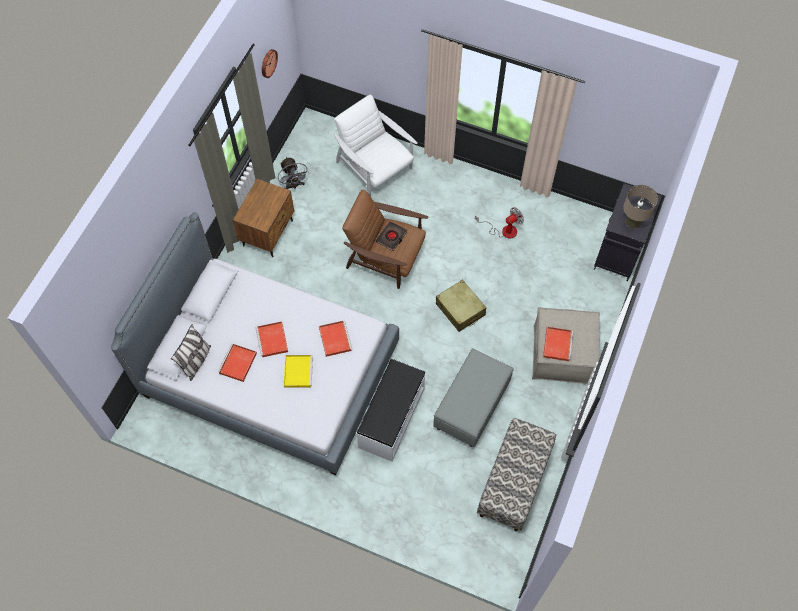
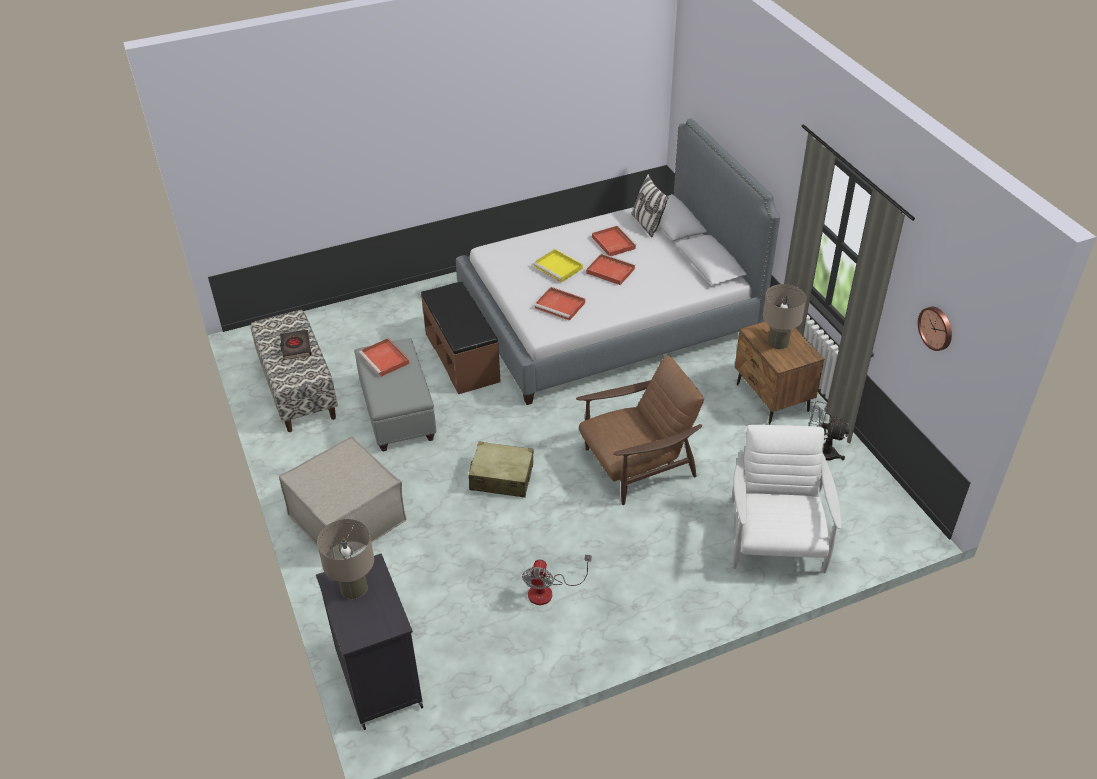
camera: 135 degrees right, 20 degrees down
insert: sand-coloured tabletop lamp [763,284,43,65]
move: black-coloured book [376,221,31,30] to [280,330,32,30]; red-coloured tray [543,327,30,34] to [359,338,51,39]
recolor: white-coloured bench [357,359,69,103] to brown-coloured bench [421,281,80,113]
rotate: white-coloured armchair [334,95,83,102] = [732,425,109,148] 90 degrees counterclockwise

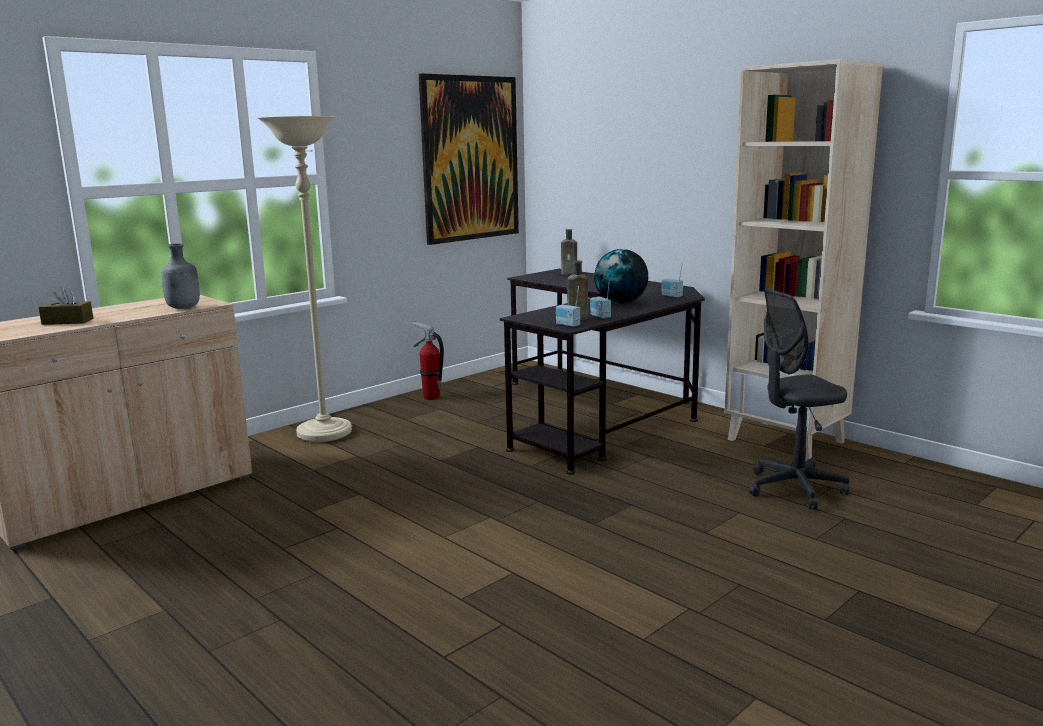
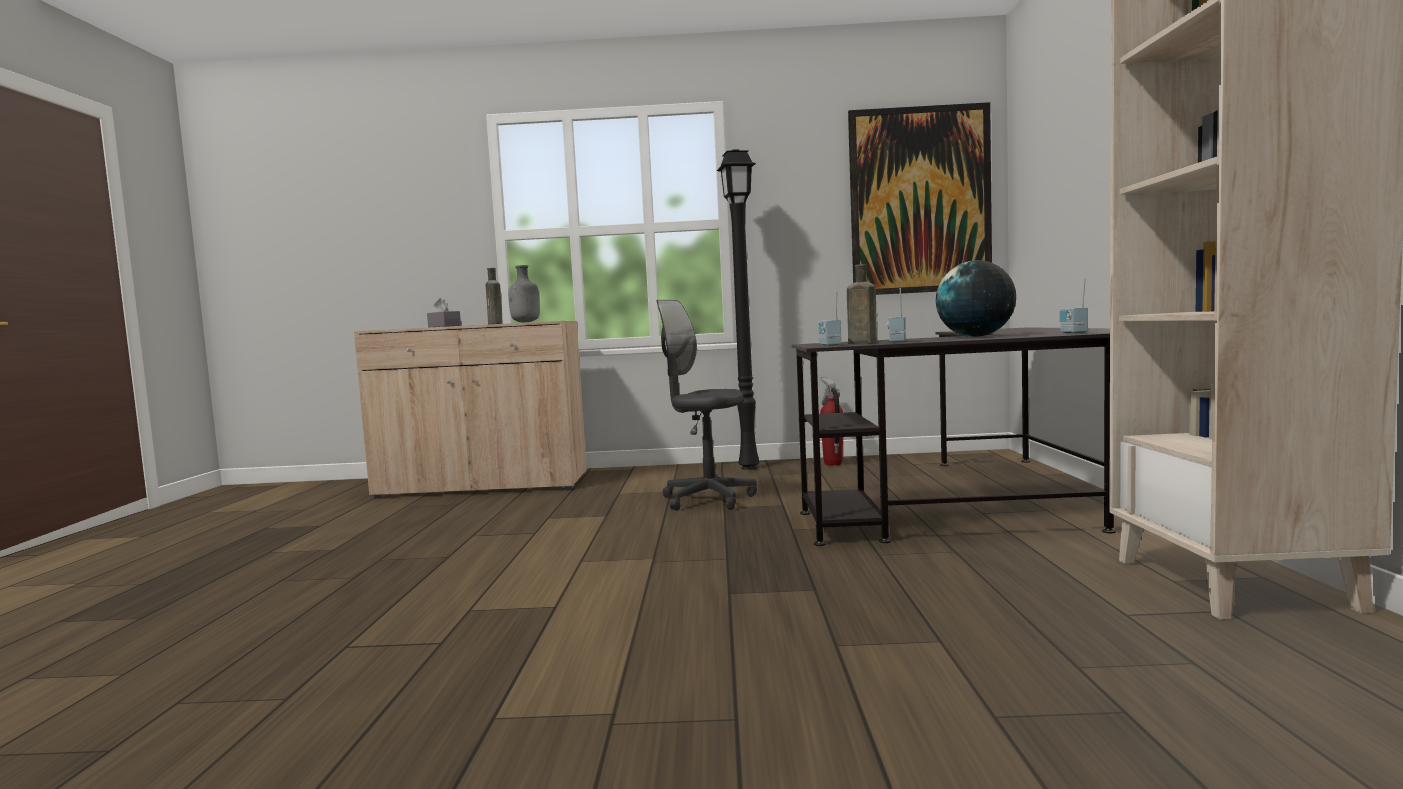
camera: 45 degrees right, 10 degrees down
delete: sand-coloured standard lamp [257,116,95,326]
insert: black-coloured standard lamp [717,150,43,320]
move: brown-coloured beverage bottle [561,229,16,46] to [486,268,17,56]; grey office chair [749,288,101,221] to [657,300,100,211]
recolor: brown-coloured tissue box [38,287,55,38] to grey tissue box [427,298,34,29]

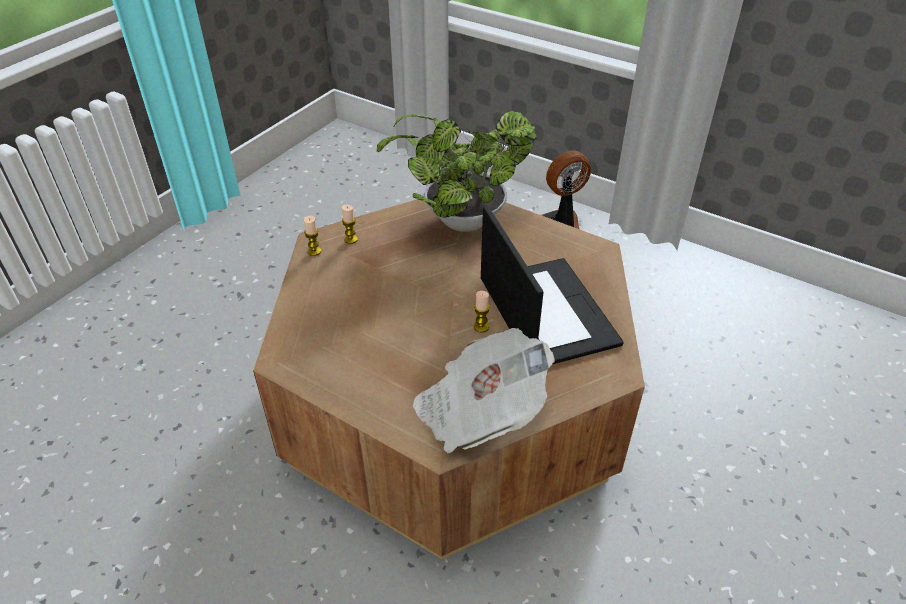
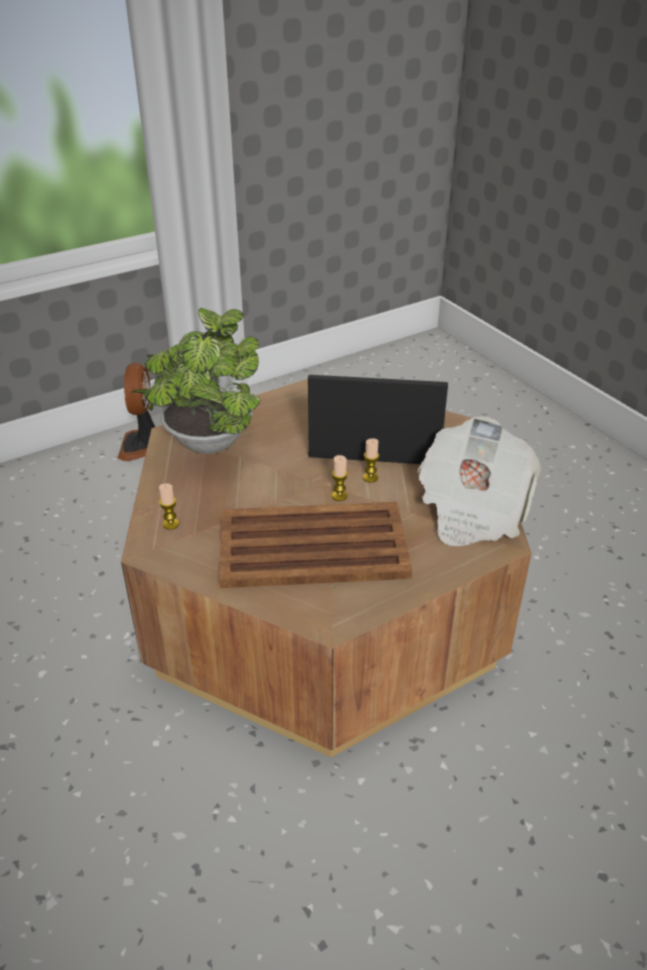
camera: 65 degrees left, 5 degrees down
insert: brown-coloured tray [219,502,193,86]
move: wax candle [304,216,17,40] to [332,455,16,46]

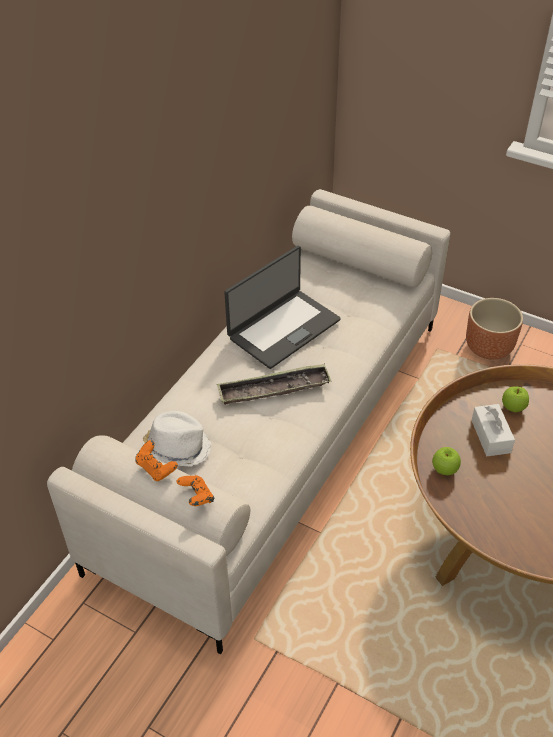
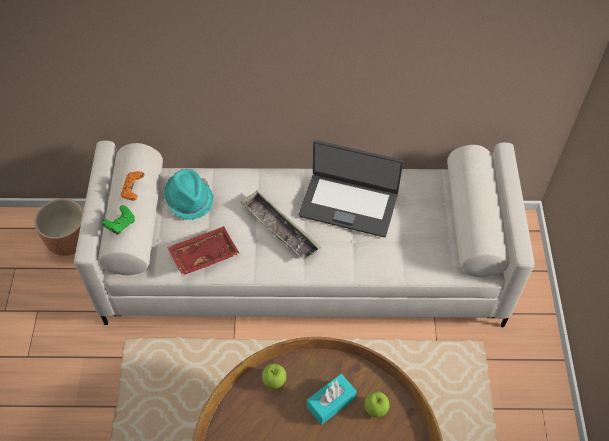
camera: 60 degrees right, 10 degrees up
insert: red-coloured tray [167,226,73,50]
move: brown-coloured flower pot [466,298,57,62] to [34,198,50,58]
recolor: white-coloured tissue box [471,404,44,52] to blue-green tissue box [307,374,49,51]; white-coloured hat [142,411,70,55] to blue-green hat [164,169,50,51]; orange-coloured gamepad [177,475,37,31] to green gamepad [101,205,34,30]

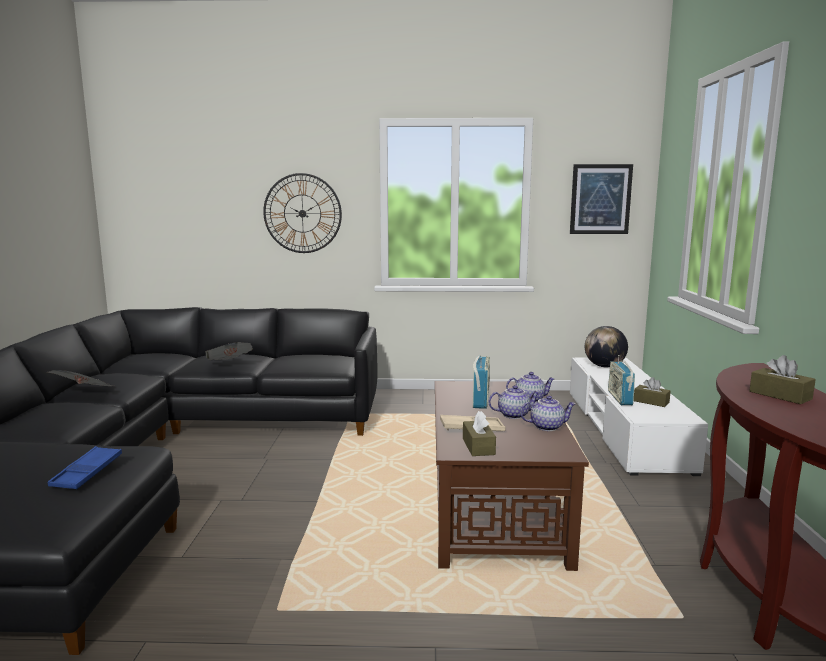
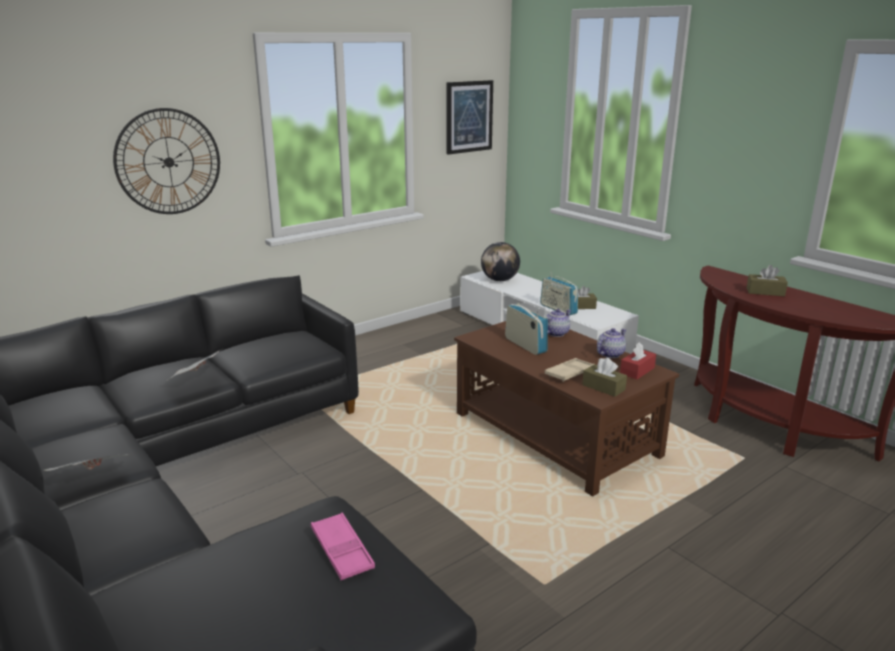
camera: 40 degrees left, 10 degrees up
delete: pot for tea [488,385,52,34]
insert: red-coloured tissue box [620,342,36,37]
recolor: blue tray [48,446,74,43] to pink-coloured tray [311,512,64,68]

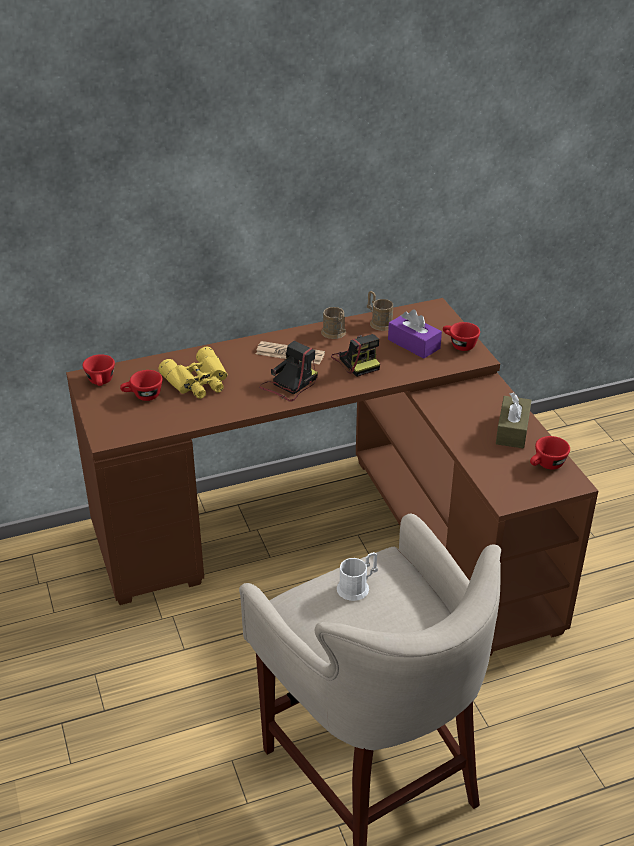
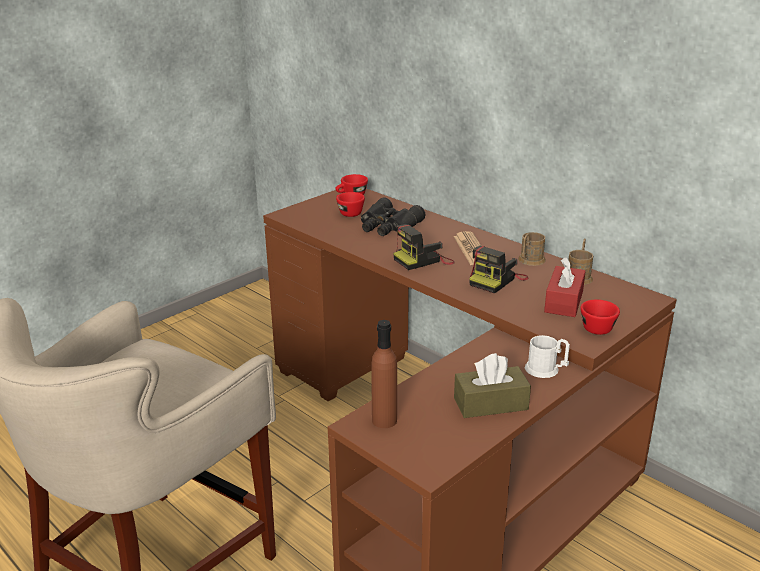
camera: 65 degrees right, 10 degrees down
delete: red-coloured small cup [530,436,40,34]
insert: brown-coloured beverage bottle [371,320,26,108]
move: white-coloured tea mug [337,552,41,49] to [525,335,45,43]
recolor: purplish tissue box [388,309,54,49] to red-coloured tissue box [544,257,42,60]; yellow-coloured binoculars [159,347,69,52] to black-coloured binoculars [361,197,64,39]
rotate: photo camera [259,341,59,61] = [393,224,62,46] 135 degrees clockwise

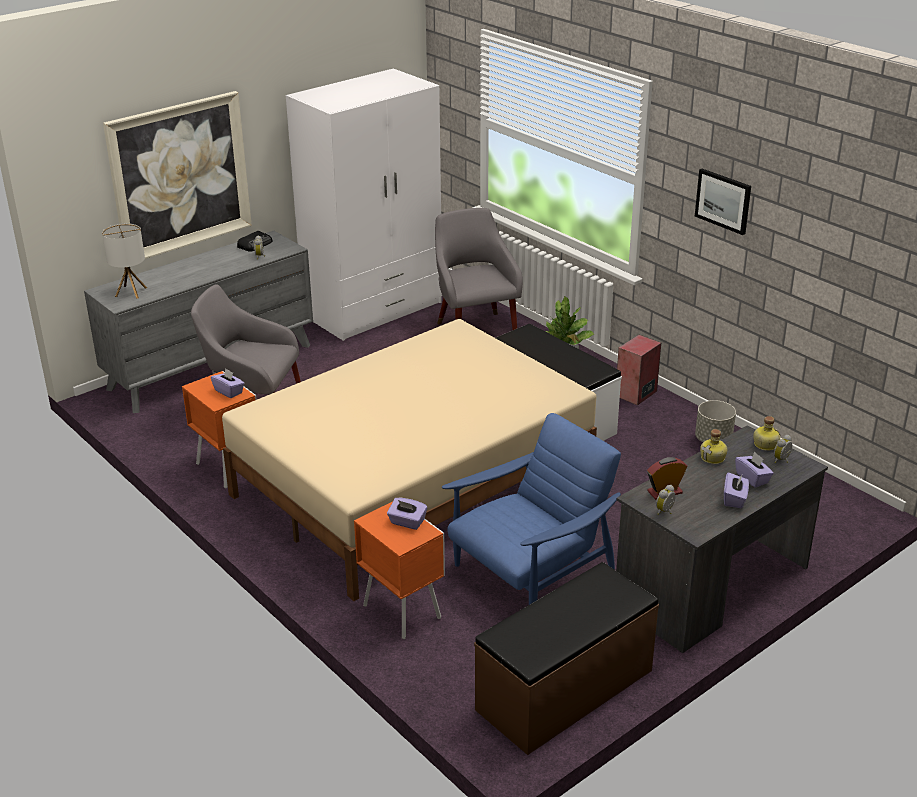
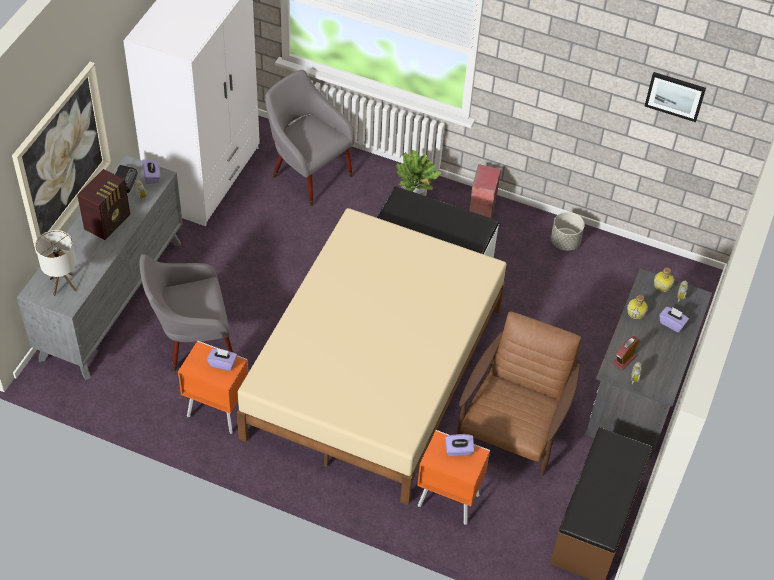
camera: 30 degrees left, 20 degrees up
insert: radio set [77,169,53,71]
move: picture [695,169,56,66] to [645,72,61,50]; purplish tissue box [724,472,25,36] to [142,159,18,25]
recolor: blue armchair [442,413,179,192] to brown-coloured armchair [457,311,124,165]

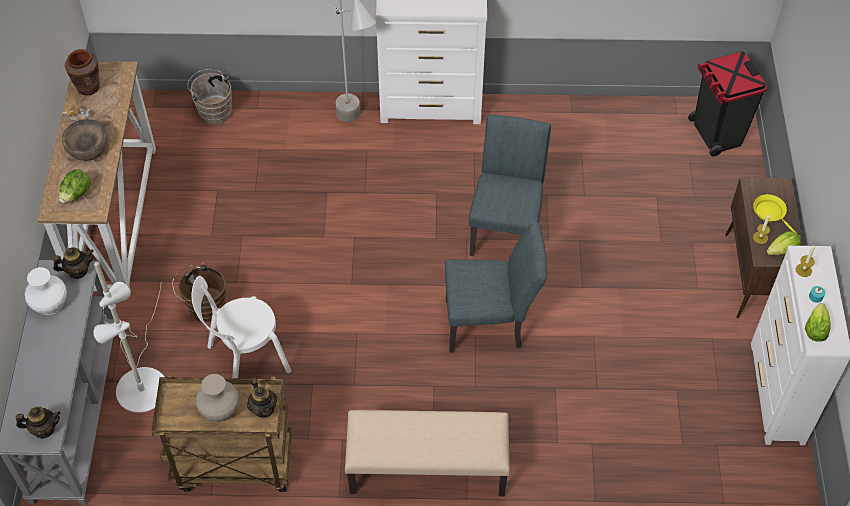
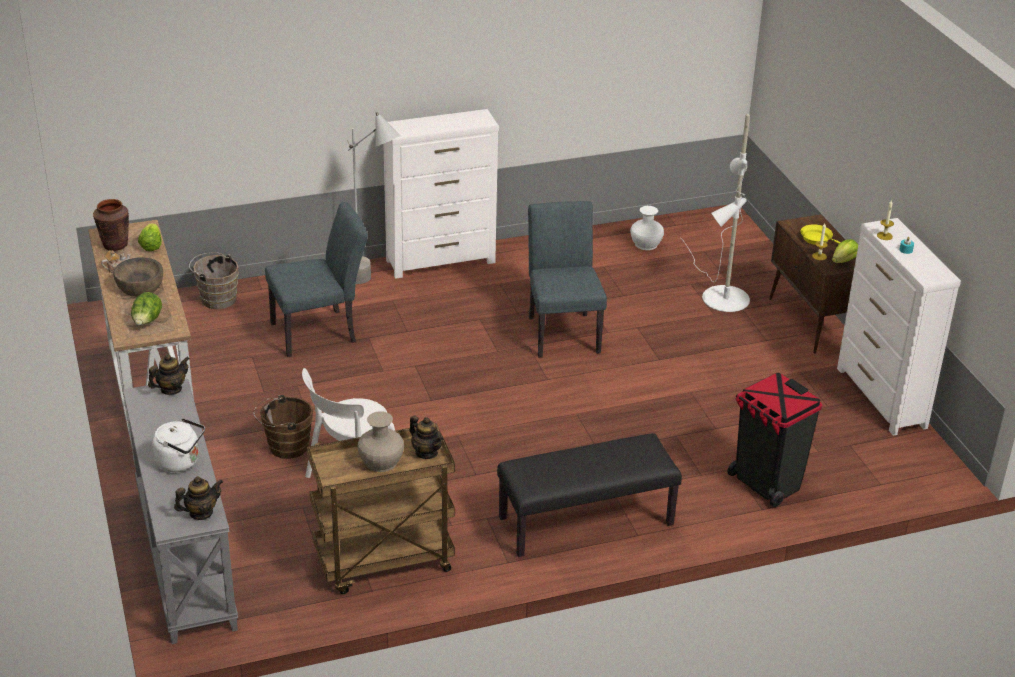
camera: 20 degrees left, 20 degrees down
insert: white-coloured water kettle [152,418,53,54]
move: black-coloured trash can [688,51,79,105] to [727,373,96,134]; grey upright chair [445,222,102,131] to [265,202,103,155]; white-coloured standard lamp [93,262,71,151] to [681,113,69,199]; white-coloured flower vase [25,267,42,48] to [630,206,34,44]; head of lettuce [805,303,26,38] to [138,223,24,28]
recolor: sand-coloured bench [345,410,165,86] to black-coloured bench [497,433,185,124]

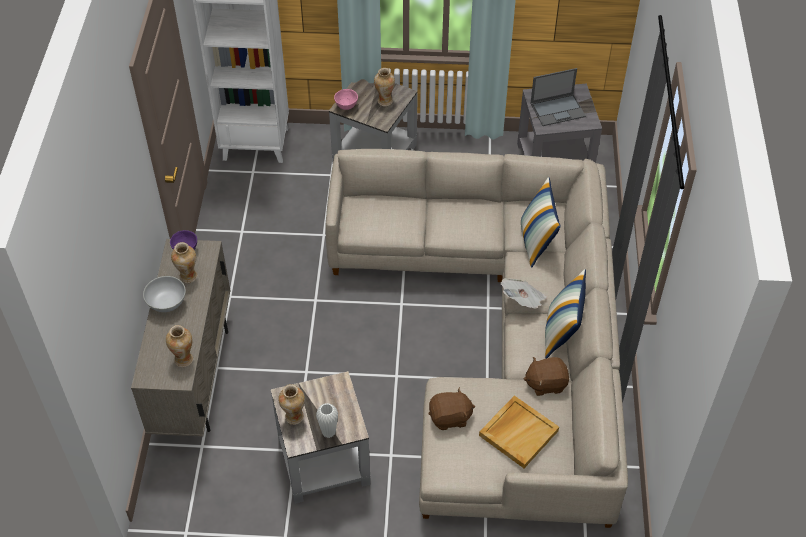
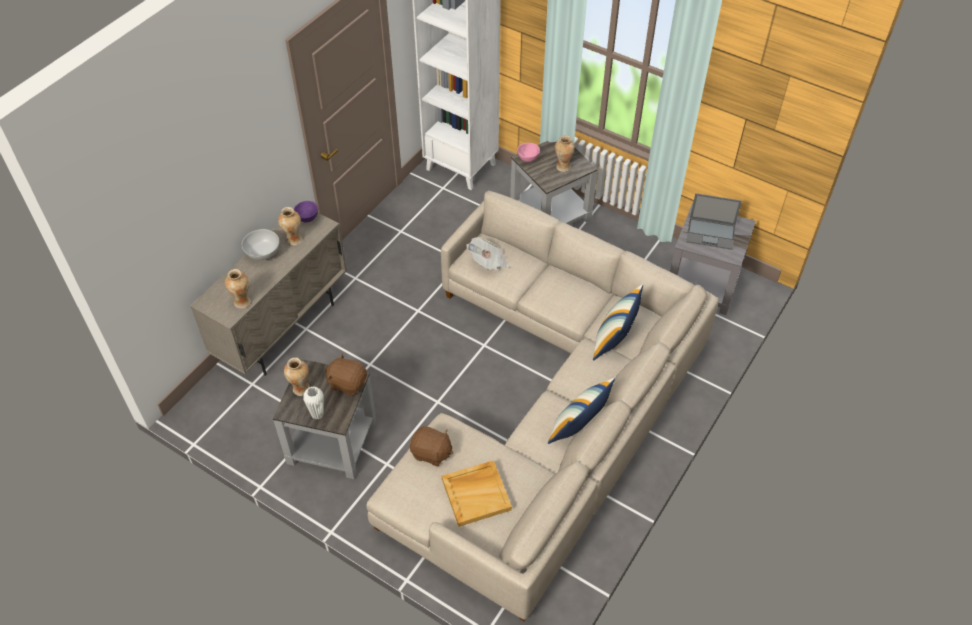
camera: 30 degrees right, 0 degrees up
move: printed paper [501,278,46,31] to [466,237,43,33]; brown-coloured soft toy [524,357,45,39] to [325,354,42,42]

